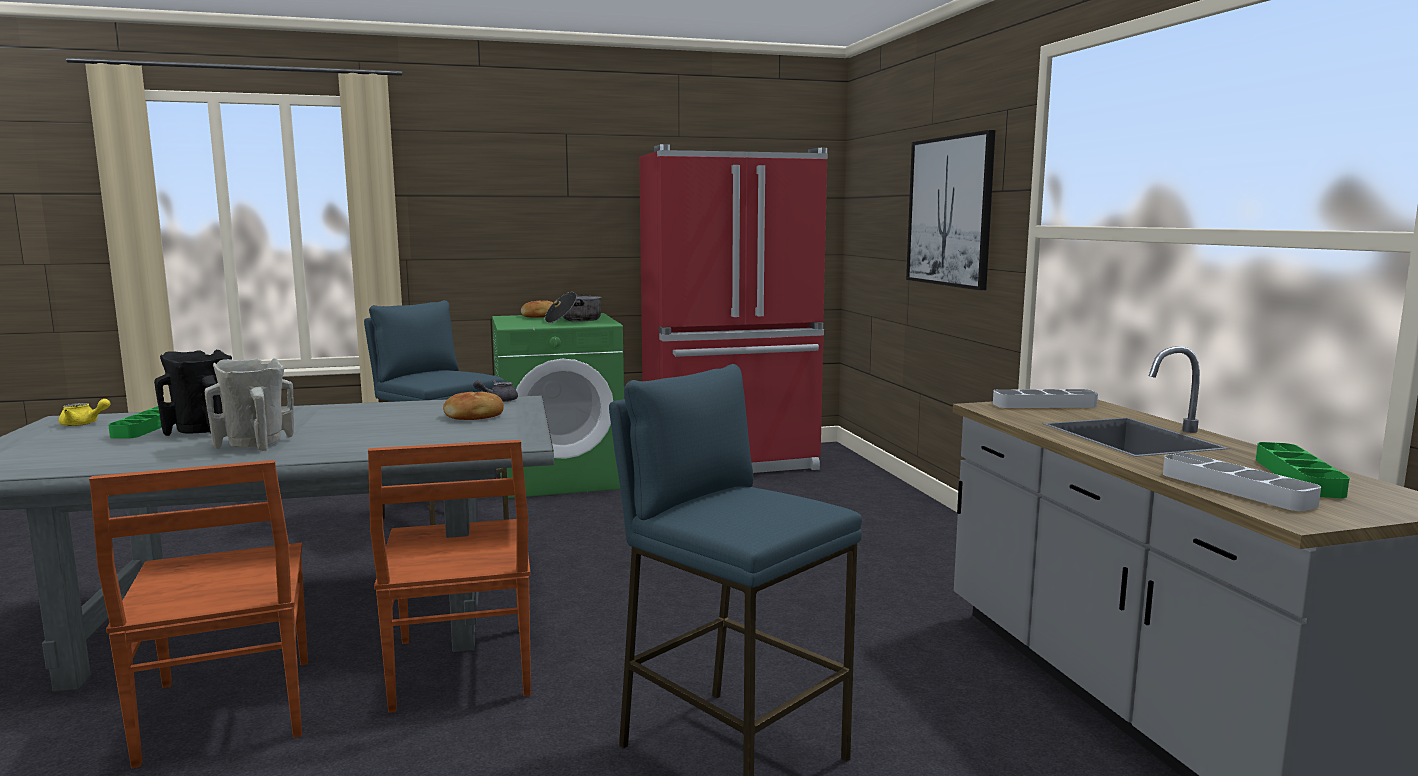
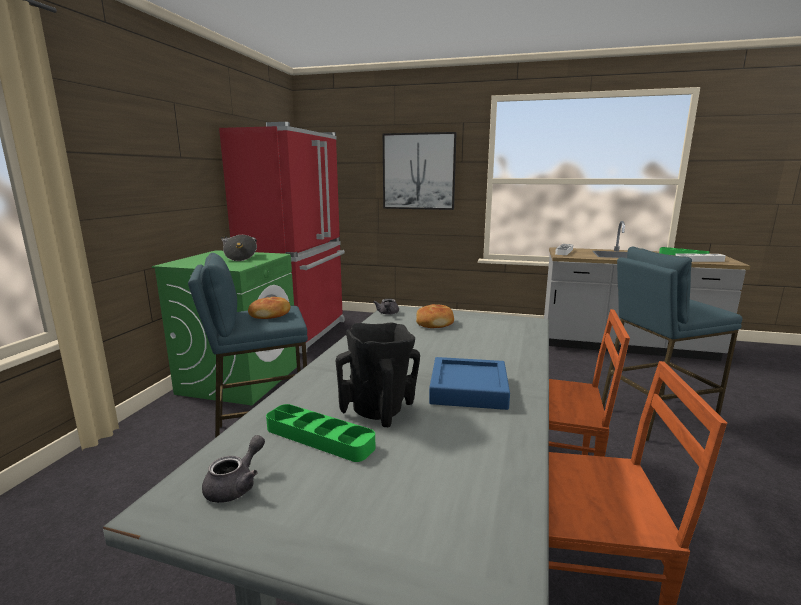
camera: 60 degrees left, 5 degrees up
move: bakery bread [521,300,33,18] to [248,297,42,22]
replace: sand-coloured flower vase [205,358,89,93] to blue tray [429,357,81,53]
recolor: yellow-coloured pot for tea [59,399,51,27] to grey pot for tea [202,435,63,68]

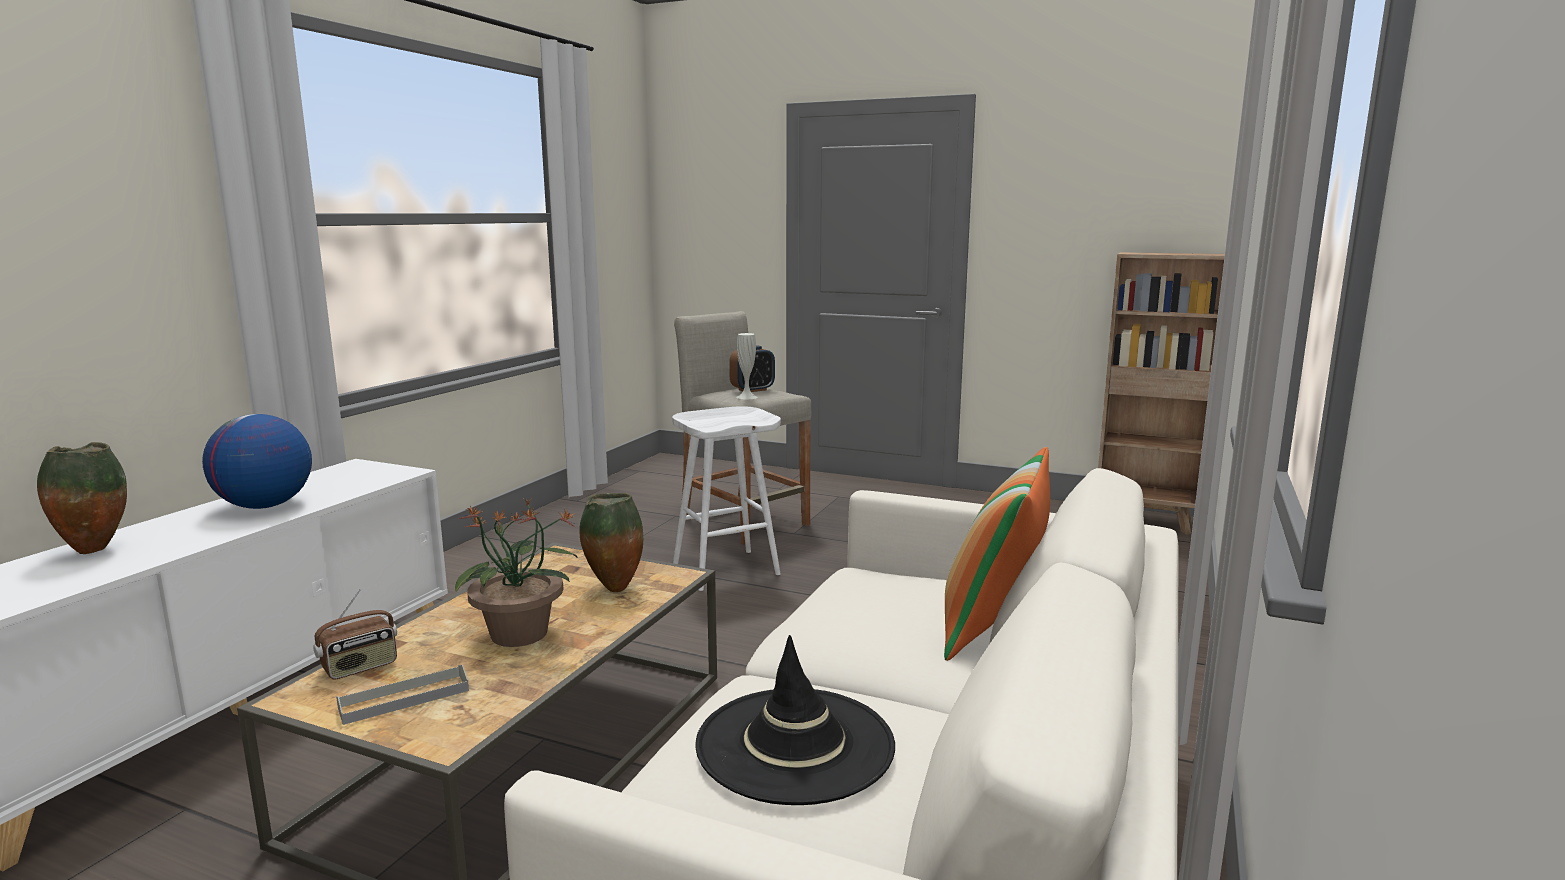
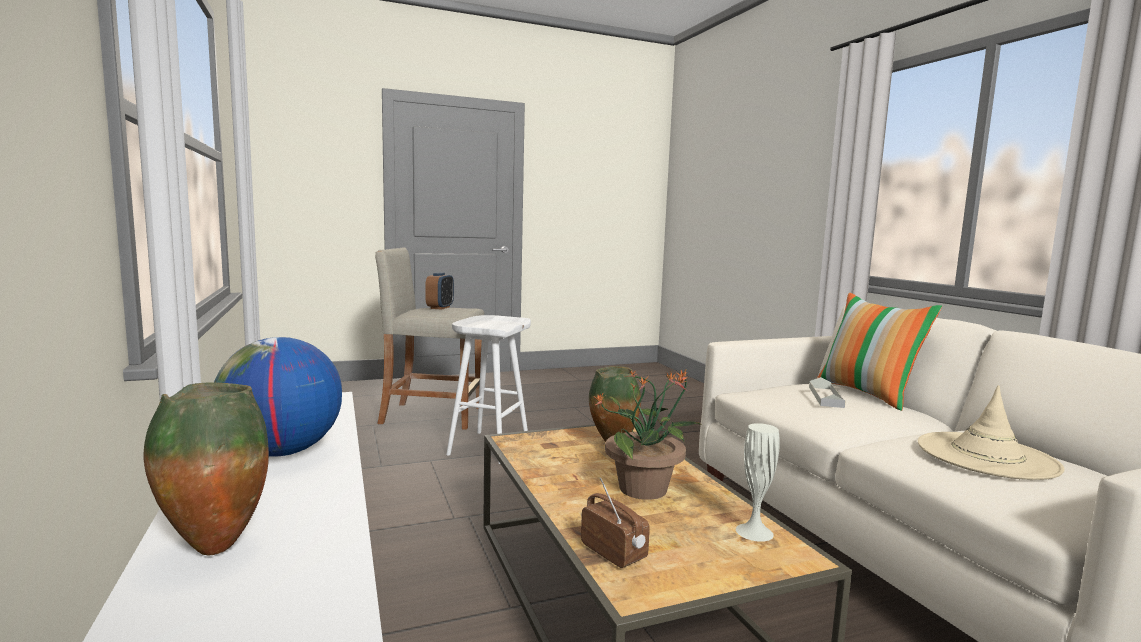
camera: 45 degrees left, 5 degrees down
delete: brown-coloured bookcase [1098,252,127,282]
move: white-coloured flower vase [736,333,22,66] to [736,423,44,119]; grey tray [336,665,133,60] to [809,377,36,31]
recolor: black-coloured hat [695,635,200,170] to sand-coloured hat [918,385,147,95]
rotate: radio set [314,589,83,91] = [581,478,69,90] 45 degrees counterclockwise

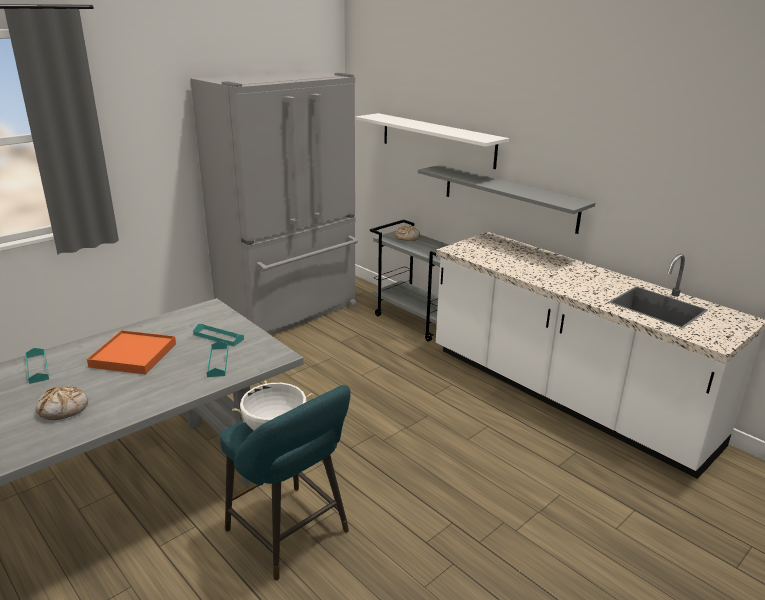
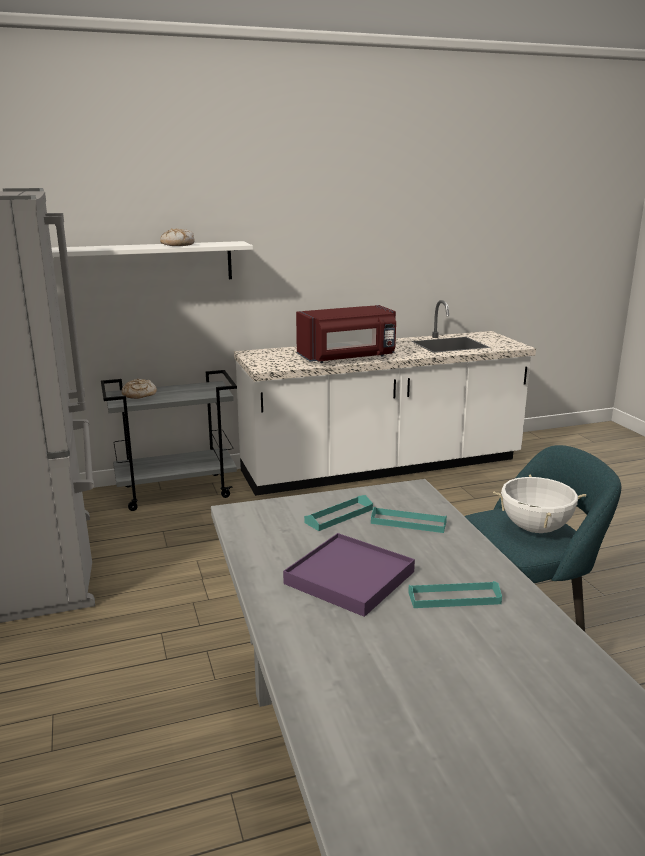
camera: 65 degrees left, 5 degrees down
delete: grey bracket shelf [418,165,177,69]
insert: red-coloured microwave oven [296,305,100,58]
move: blue-green tray [25,348,24,36] to [408,581,94,27]; bakery bread [35,386,53,34] to [160,228,34,18]
recolor: orange-coloured tray [87,330,89,44] to purplish tray [283,533,132,84]

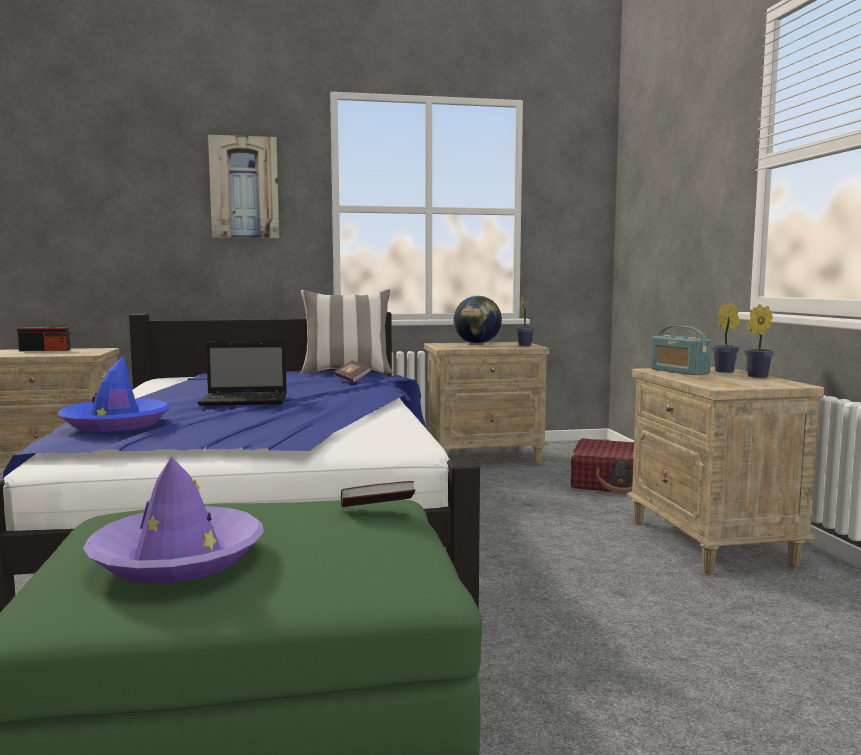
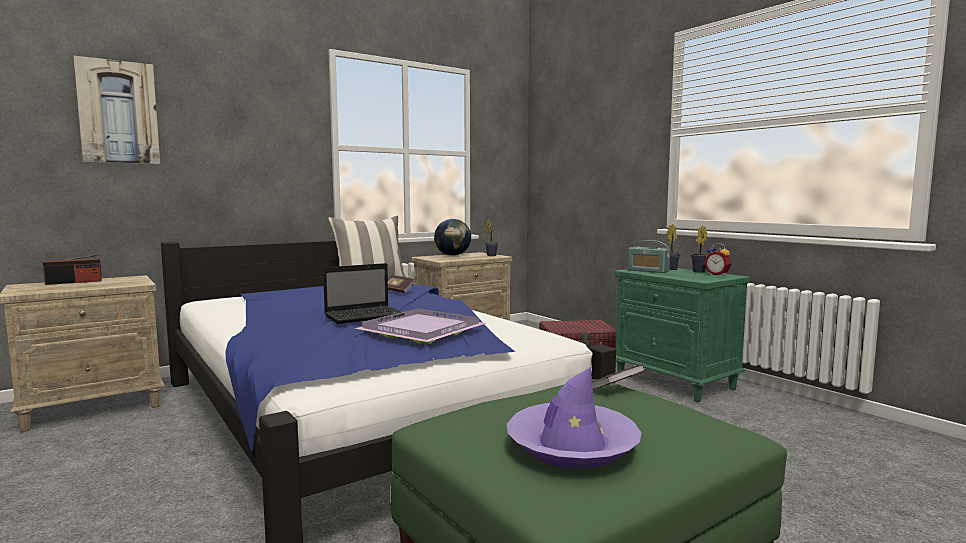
camera: 25 degrees left, 0 degrees up
delete: blue hat [58,355,113,77]
insert: table clock [704,243,28,33]; purplish tray [354,308,132,36]
move: picture [208,135,71,103] to [74,56,86,108]
recolor: sand-coloured bedside table [627,367,197,207] to green bedside table [614,268,136,134]

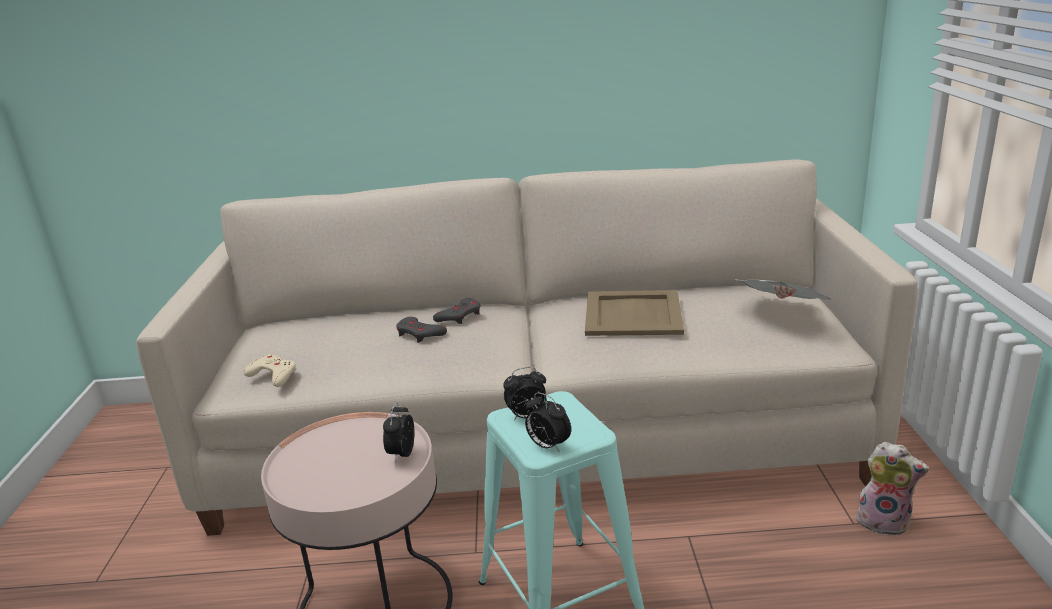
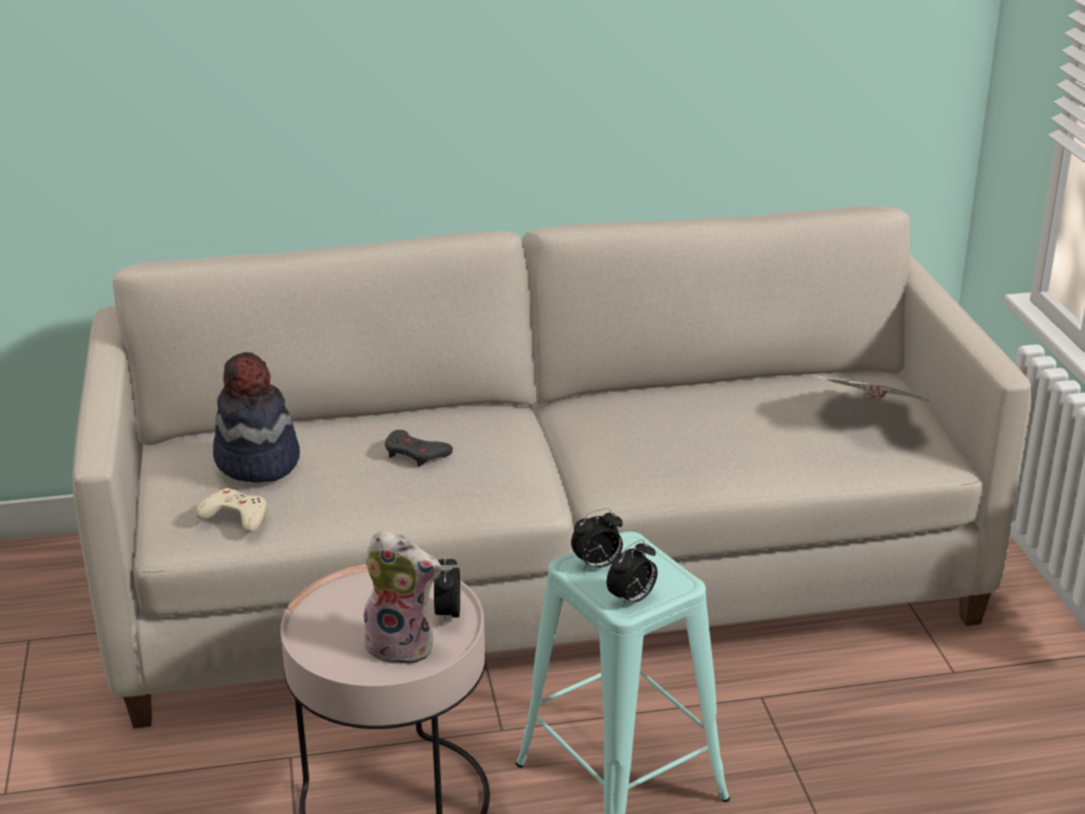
camera: 10 degrees left, 5 degrees up
delete: sand-coloured tray [585,290,99,46]; grey gamepad [433,298,48,26]
insert: hat [213,352,87,130]
move: soft toy [856,442,73,94] to [364,530,77,135]
rotate: table clock [525,392,46,60] = [607,539,50,69] 75 degrees counterclockwise

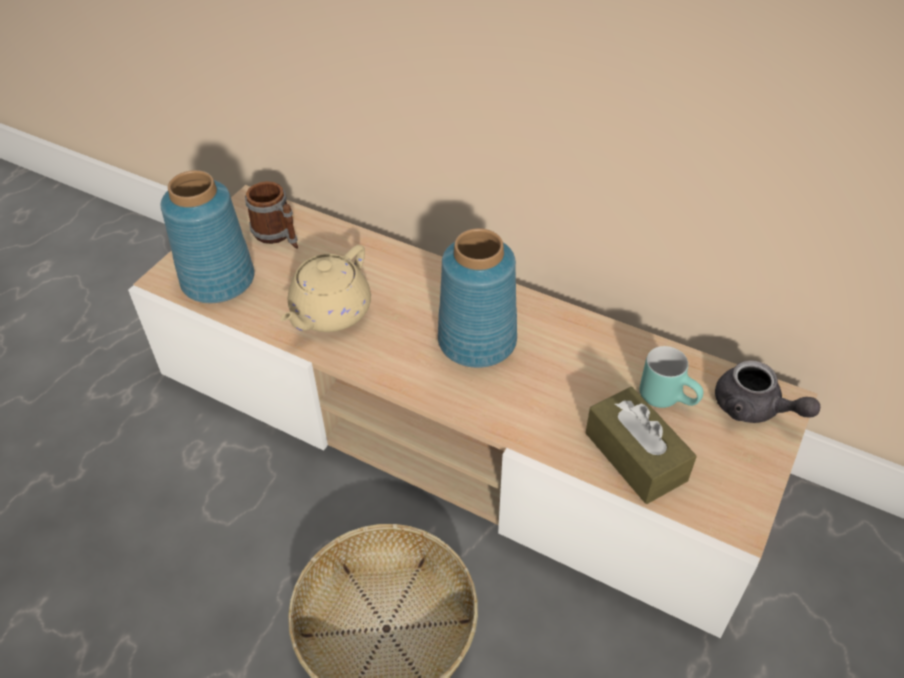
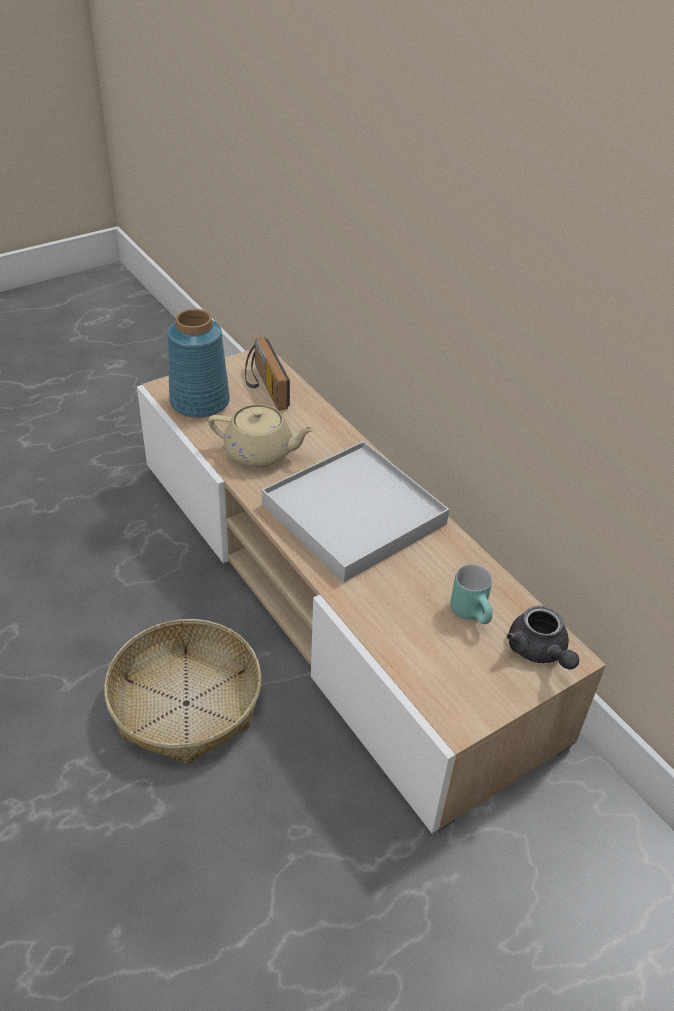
camera: 25 degrees right, 5 degrees down
delete: brown-coloured tissue box [586,387,111,117]
replace: tea mug [245,181,53,68] to radio set [245,337,45,74]; blue flower vase [438,228,79,140] to white-coloured tray [262,441,187,141]
rotate: sand-coloured pot for tea [280,245,91,87] = [208,404,108,64] 135 degrees counterclockwise

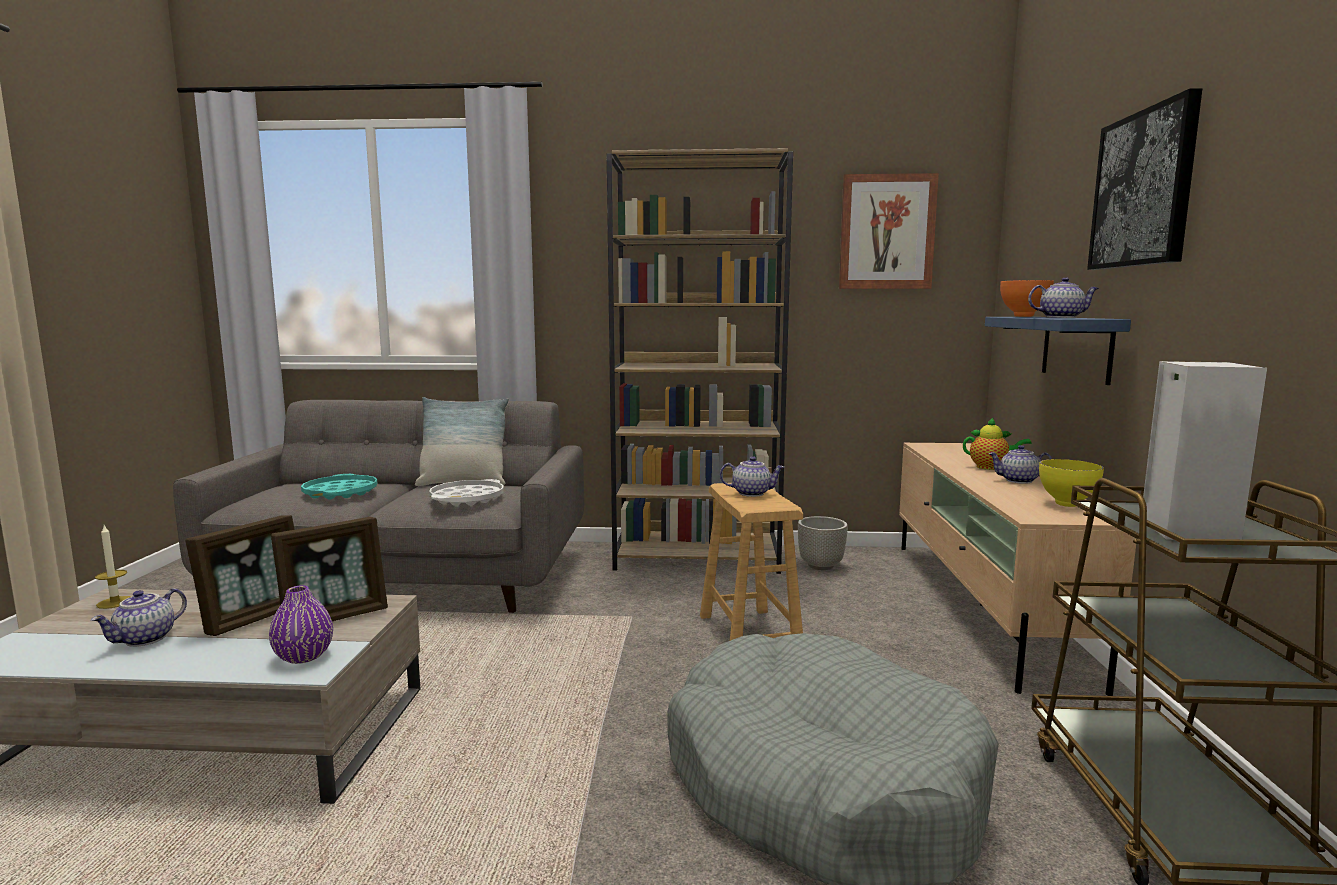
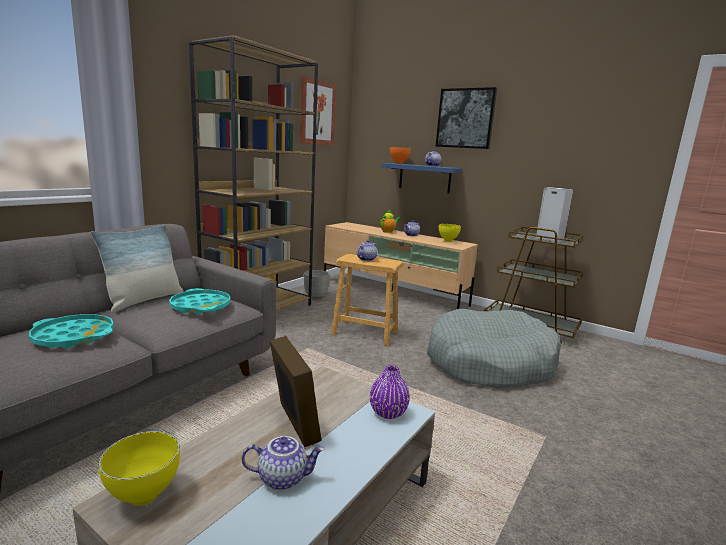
camera: 60 degrees left, 5 degrees up
delete: standing frame [271,517,117,104]
replace: wax candle [95,525,36,84] to yellow-coloured deep dish [98,431,82,75]
recolor: white-coloured tray [429,479,75,27] to blue-green tray [169,288,62,26]
rotate: pot for tea [91,588,96,59] = [242,436,83,54] 60 degrees counterclockwise

